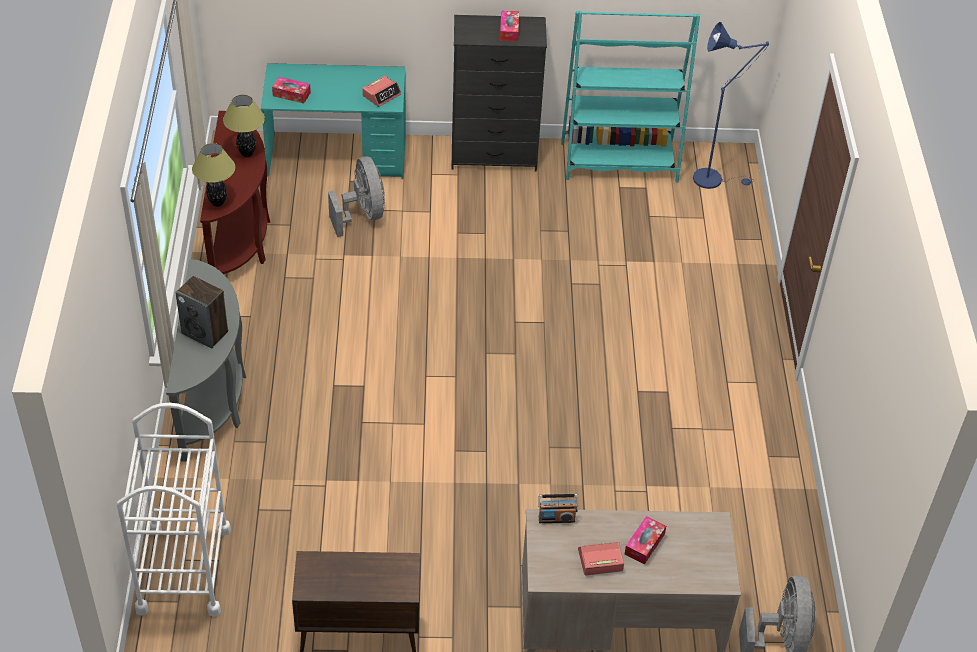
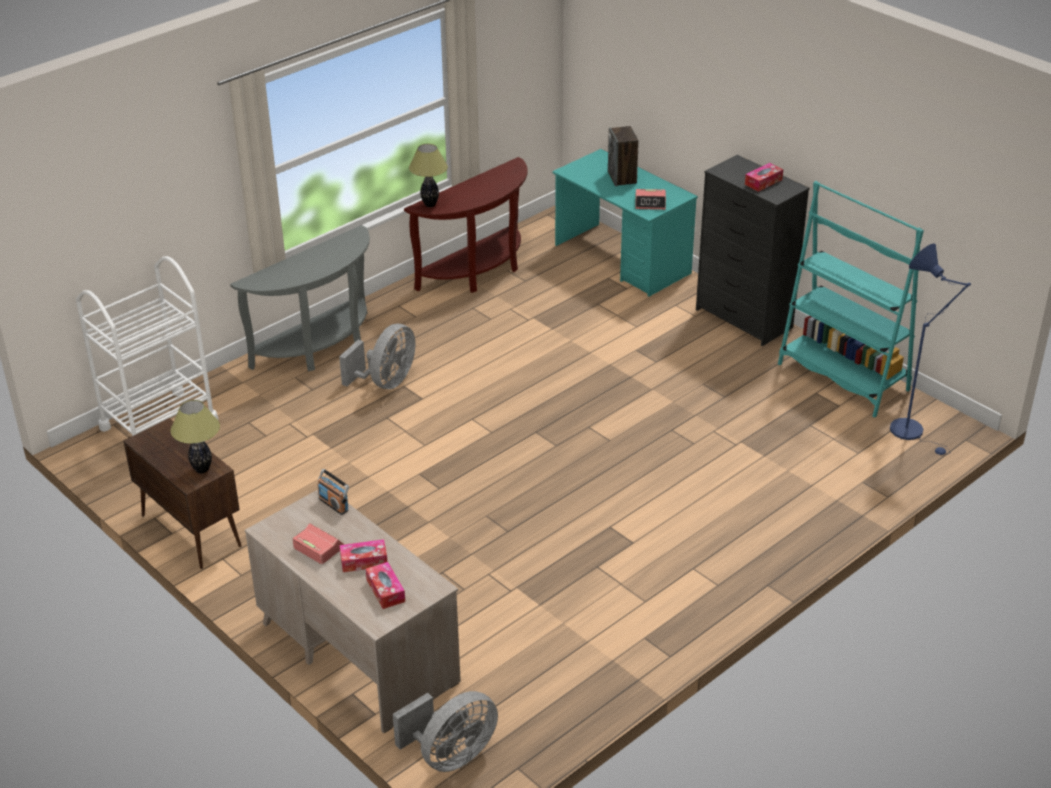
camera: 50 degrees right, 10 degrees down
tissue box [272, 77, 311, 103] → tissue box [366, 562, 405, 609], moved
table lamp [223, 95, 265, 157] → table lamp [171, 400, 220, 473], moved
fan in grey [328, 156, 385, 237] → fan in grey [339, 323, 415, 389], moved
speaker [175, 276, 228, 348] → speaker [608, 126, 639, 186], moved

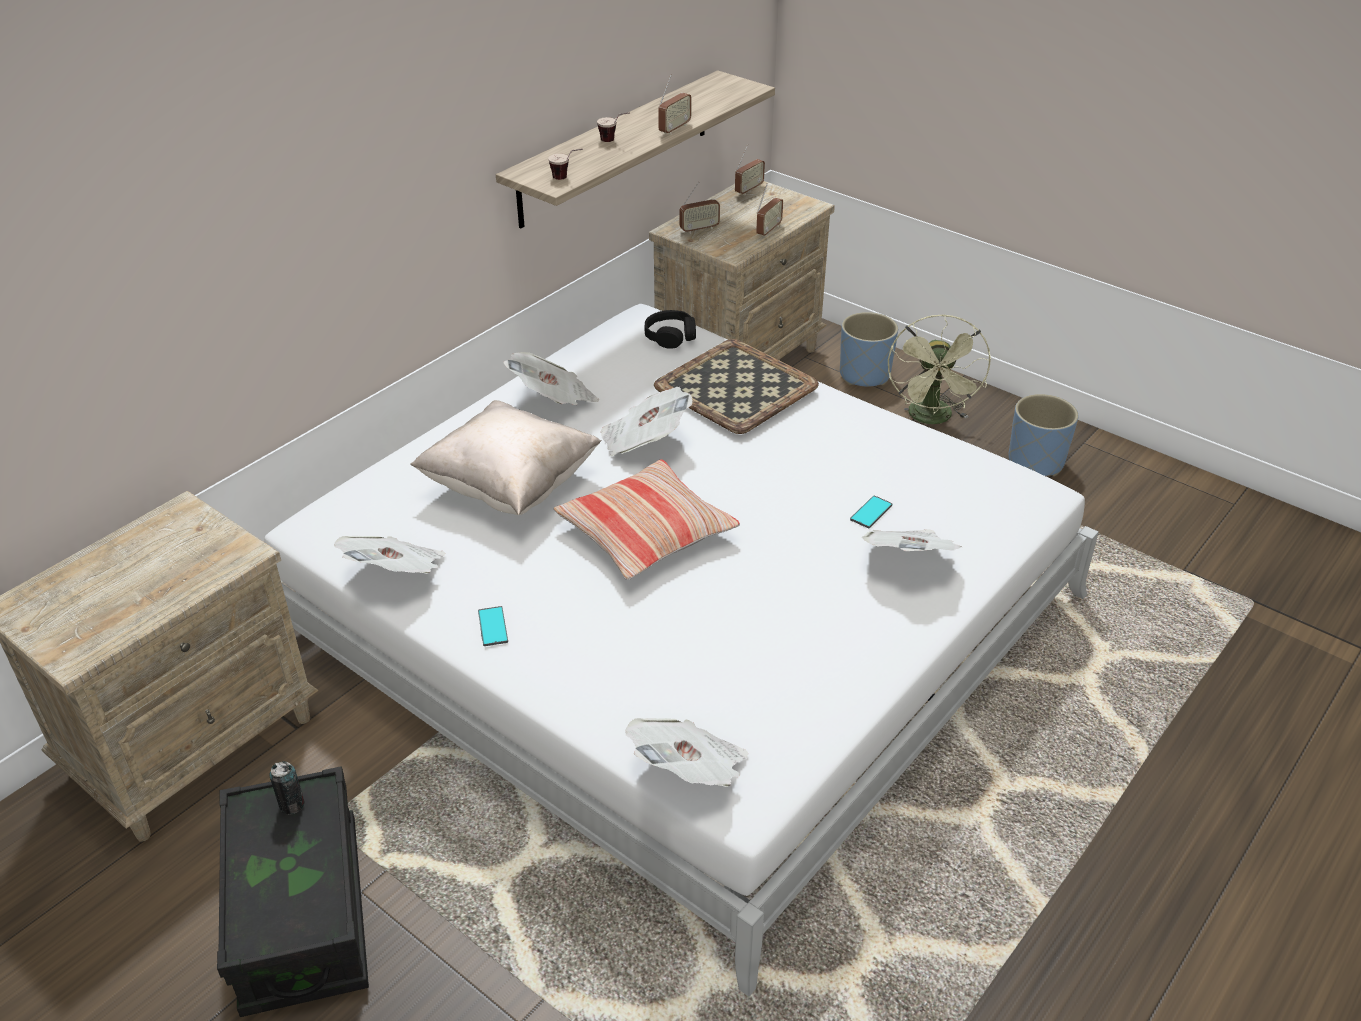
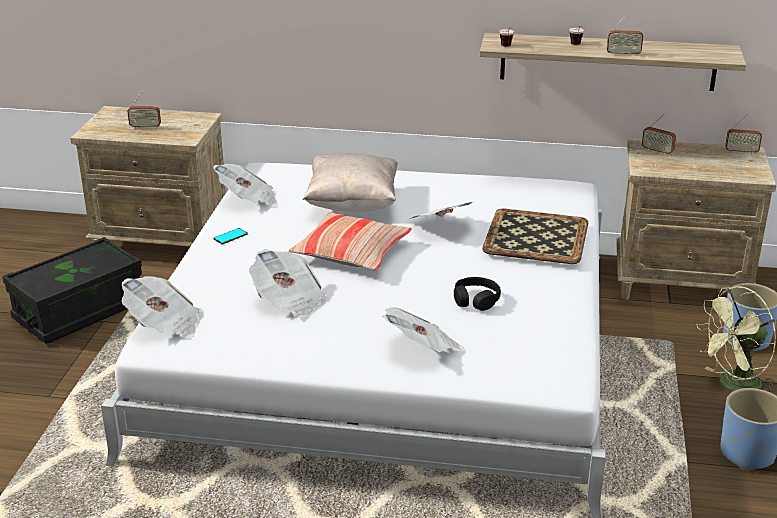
camera: 60 degrees right, 10 degrees down
radio [756, 184, 783, 237] → radio [127, 91, 161, 129], moved
headphones in black [644, 310, 696, 349] → headphones in black [454, 277, 501, 311], moved
newspaper [503, 352, 600, 405] → newspaper [249, 249, 326, 318], moved
phone [850, 495, 892, 528] → -
can [269, 761, 305, 815] → -

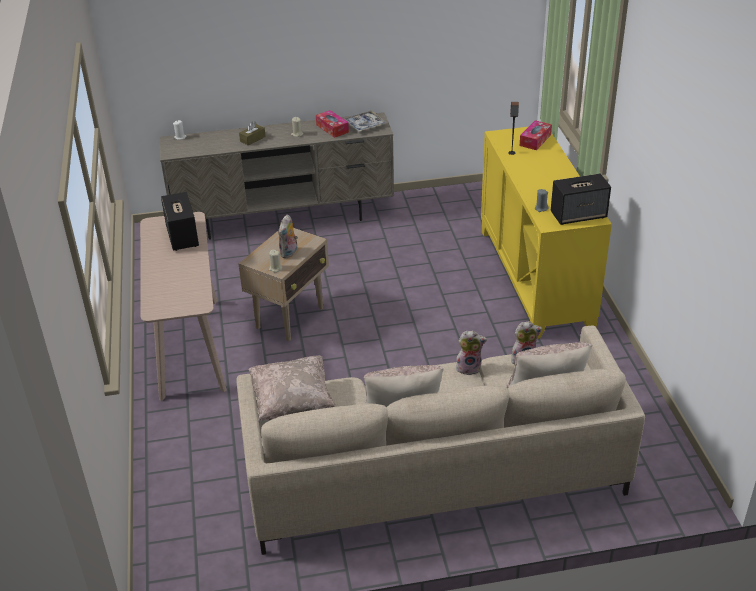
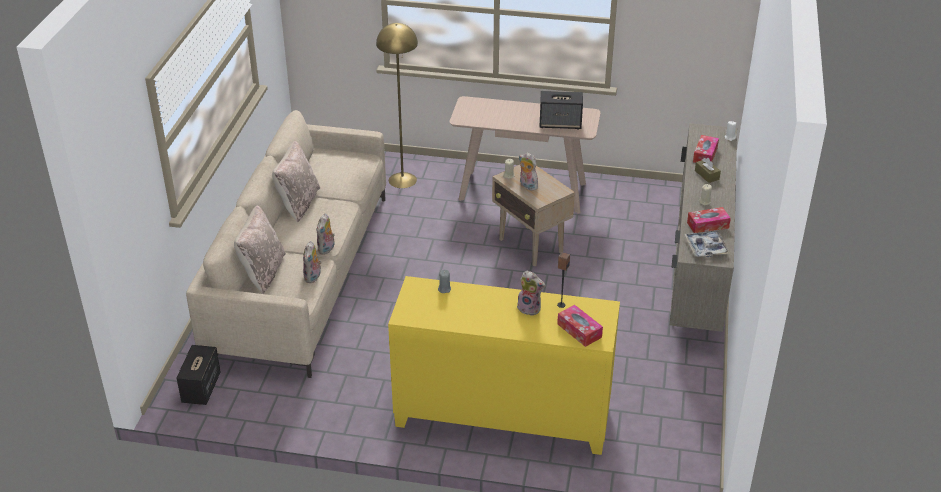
camera: 110 degrees right, 0 degrees up
speaker [550, 174, 611, 225] → speaker [177, 345, 221, 405], moved
pillow in beige [249, 356, 336, 423] → -
- → floor lamp in yellow [376, 23, 418, 188]
- → tissue box [693, 135, 719, 163]
- → plush toy [517, 271, 545, 316]

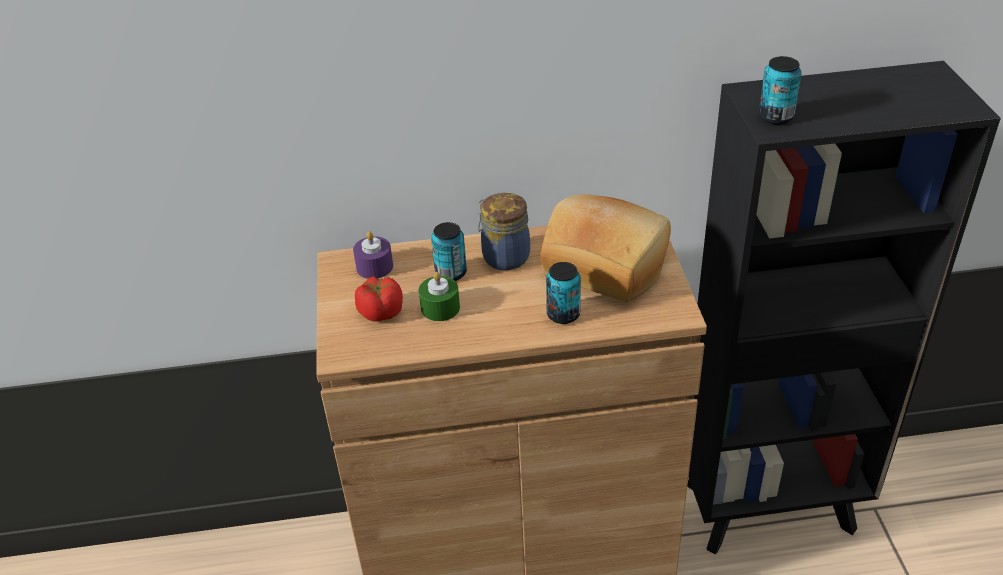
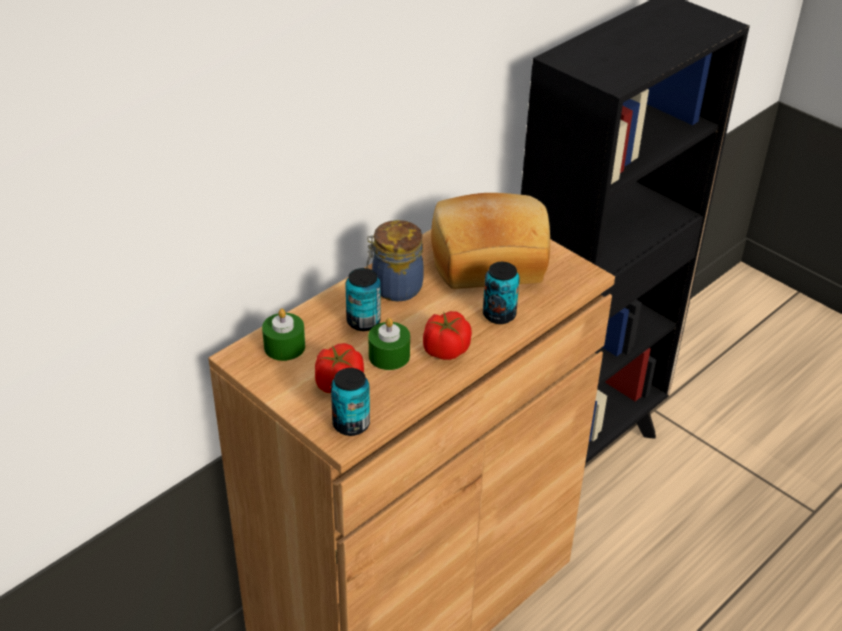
camera: 40 degrees left, 0 degrees up
can [759, 56, 802, 125] → can [331, 368, 370, 436], moved
candle in purple [353, 231, 393, 279] → candle in green [262, 308, 305, 361]
- → tomato [423, 311, 472, 360]

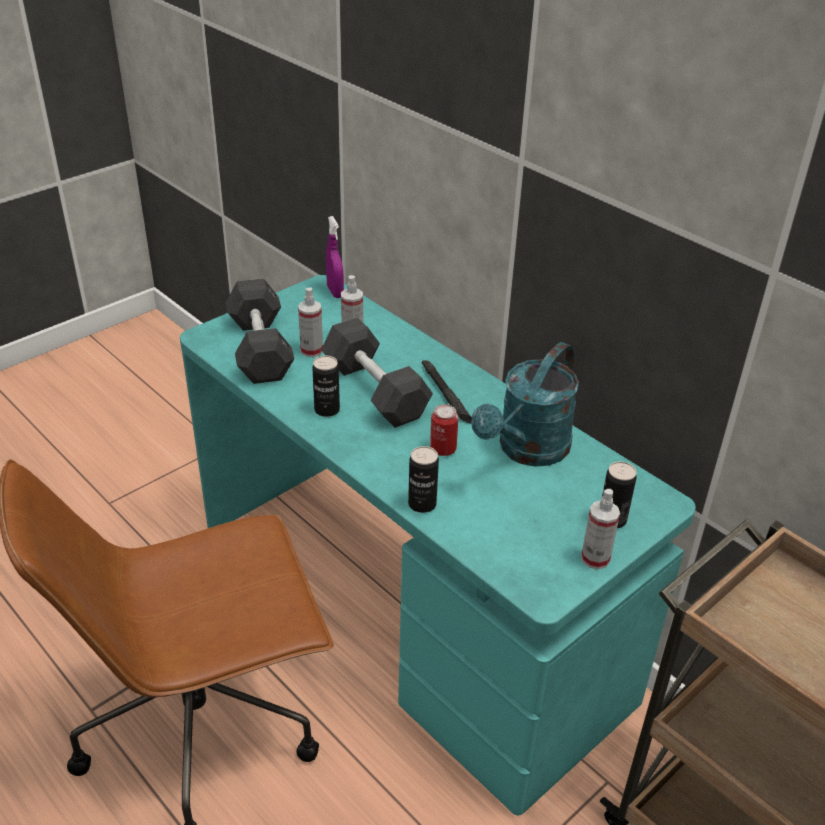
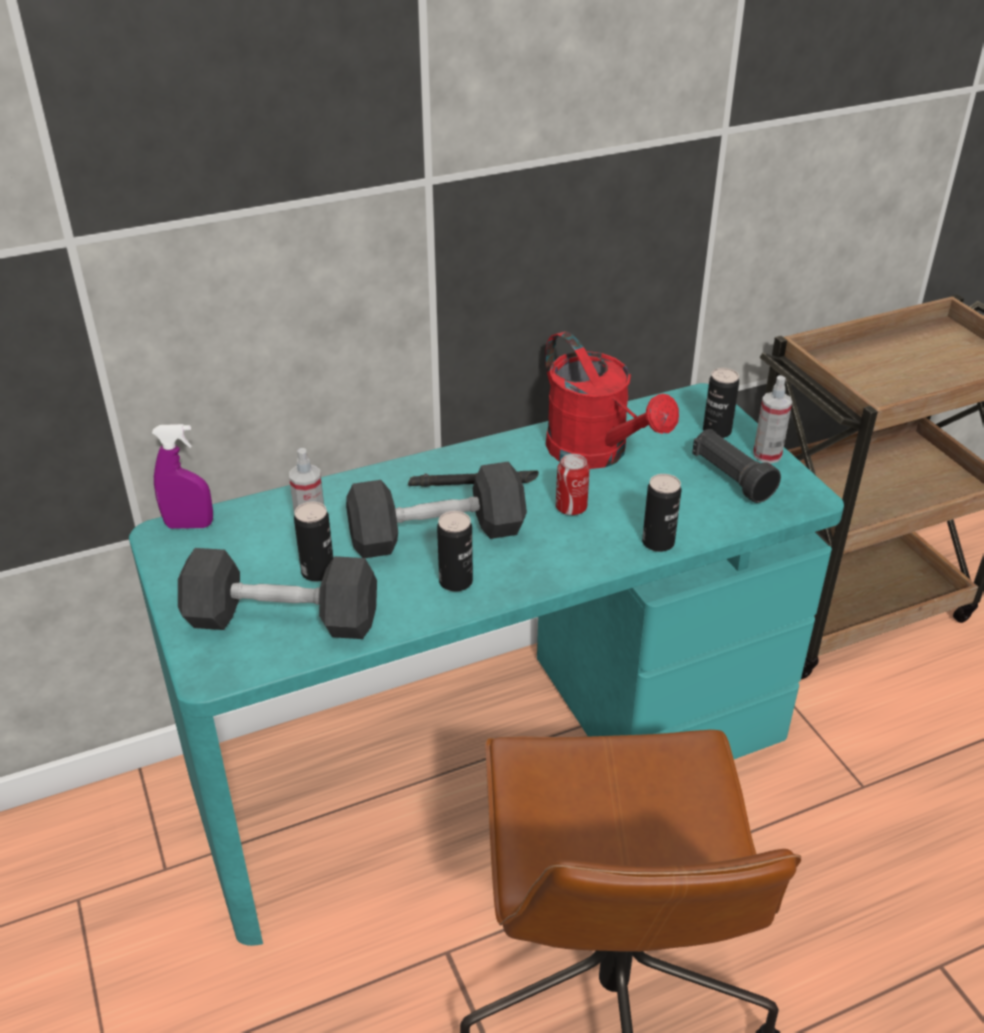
camera: 70 degrees left, 0 degrees up
spray bottle [298, 287, 323, 357] → can [294, 502, 333, 582]
watering can in turquoise [471, 342, 579, 467] → watering can in red [545, 331, 679, 469]
- → flashlight in black [692, 429, 781, 503]

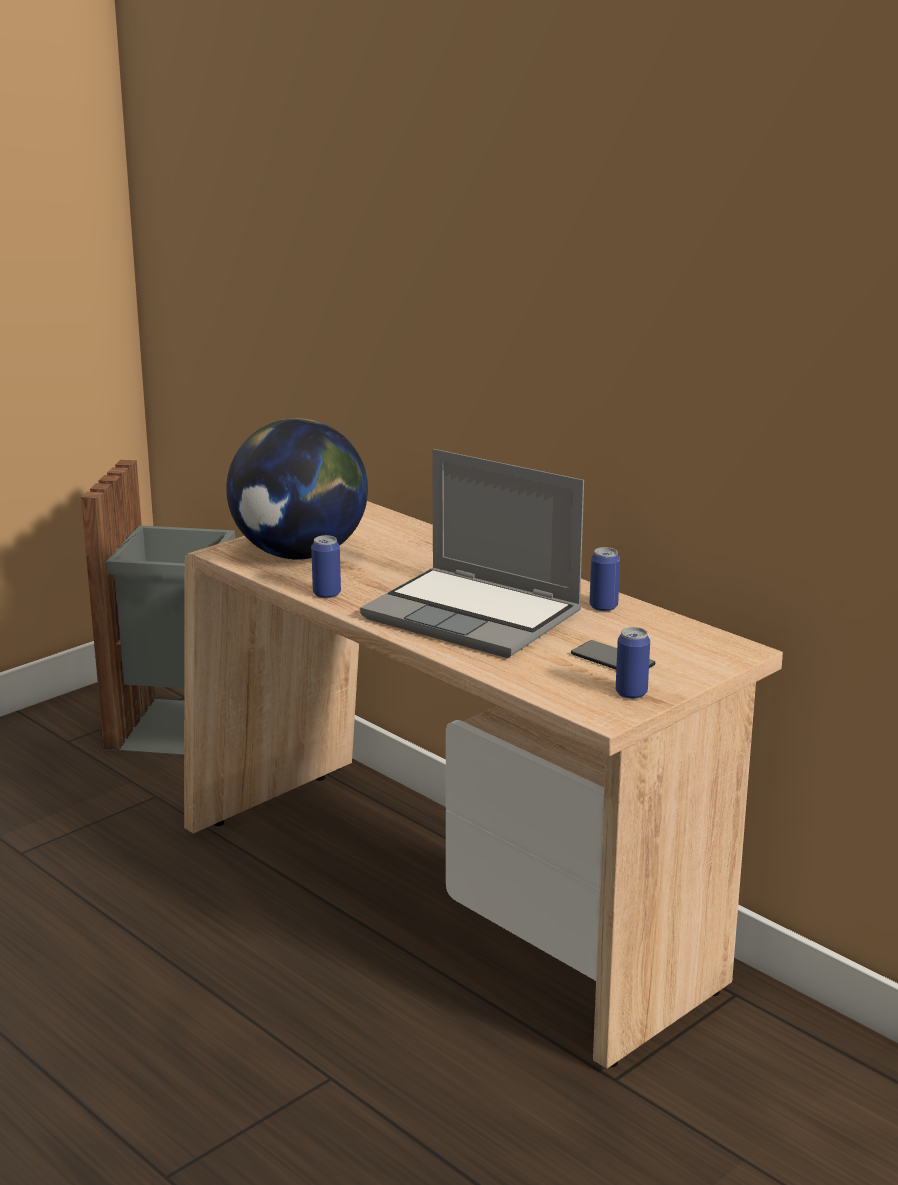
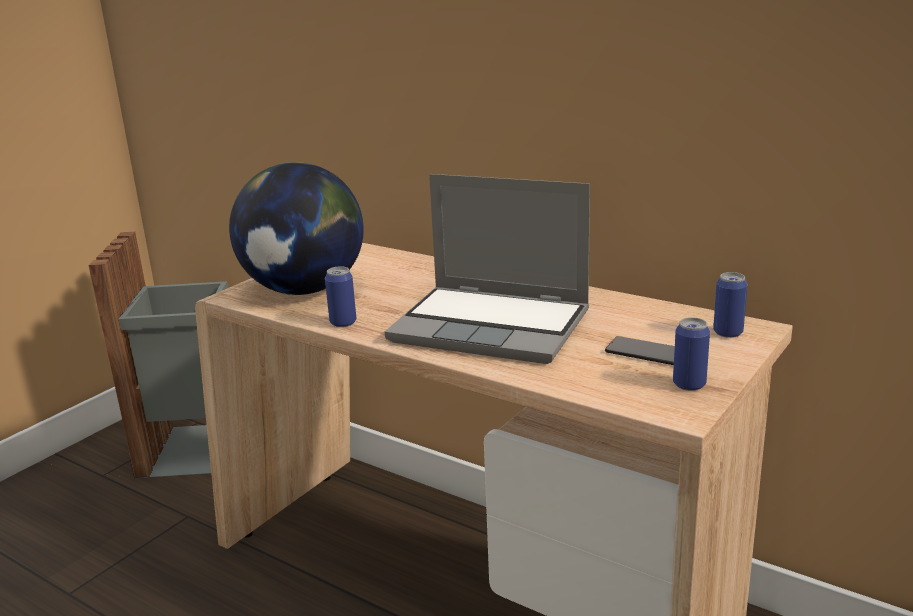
camera: 10 degrees left, 0 degrees up
can [590, 547, 620, 611] → can [713, 272, 747, 338], moved

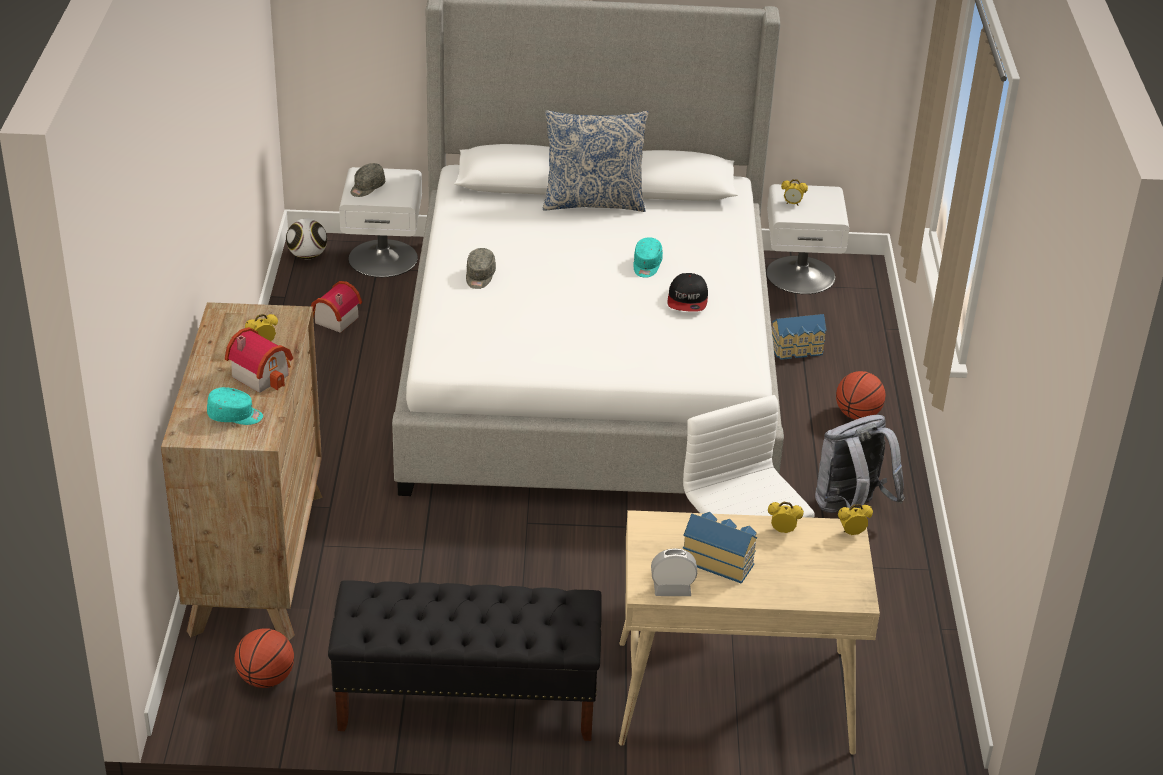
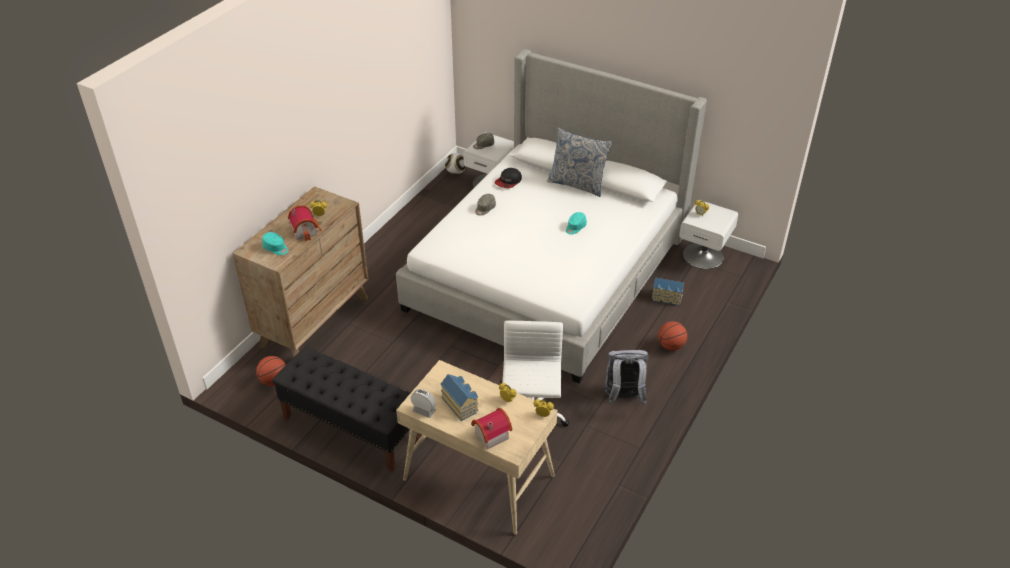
camera: 30 degrees right, 5 degrees up
cap [667, 273, 708, 312] → cap [495, 168, 522, 188], moved
toy house [311, 281, 362, 333] → toy house [471, 408, 512, 449], moved

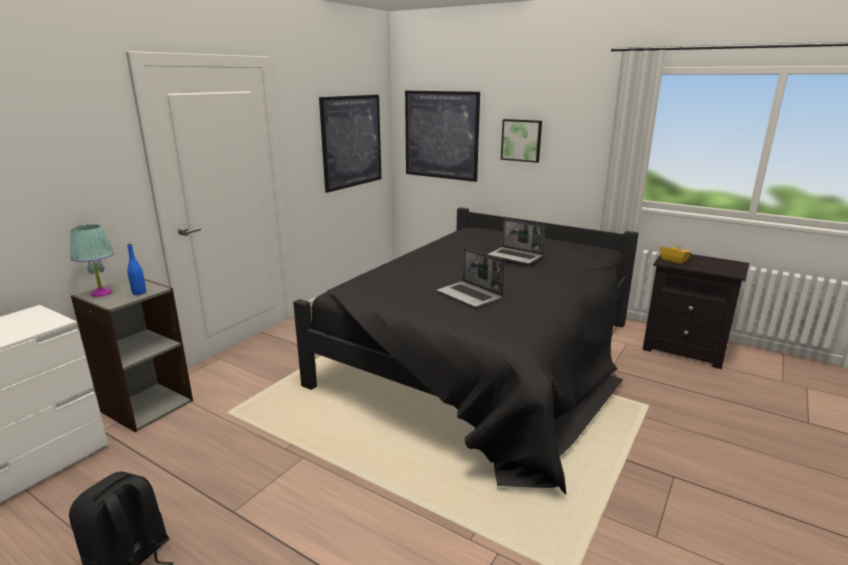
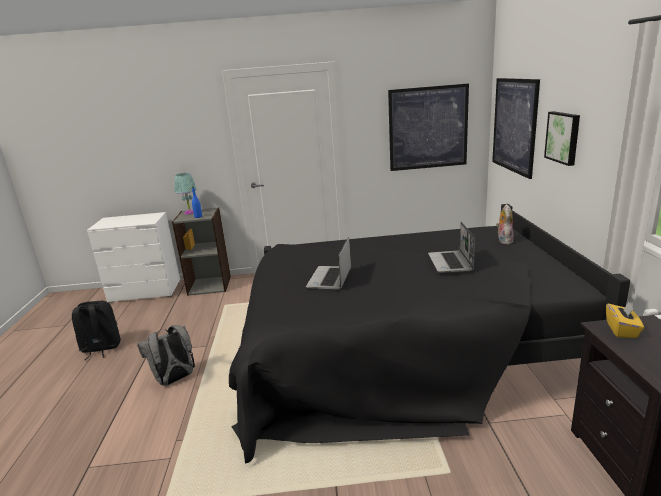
camera: 55 degrees right, 0 degrees up
- → plush toy [496, 204, 514, 244]
- → backpack in grey [137, 325, 195, 386]

